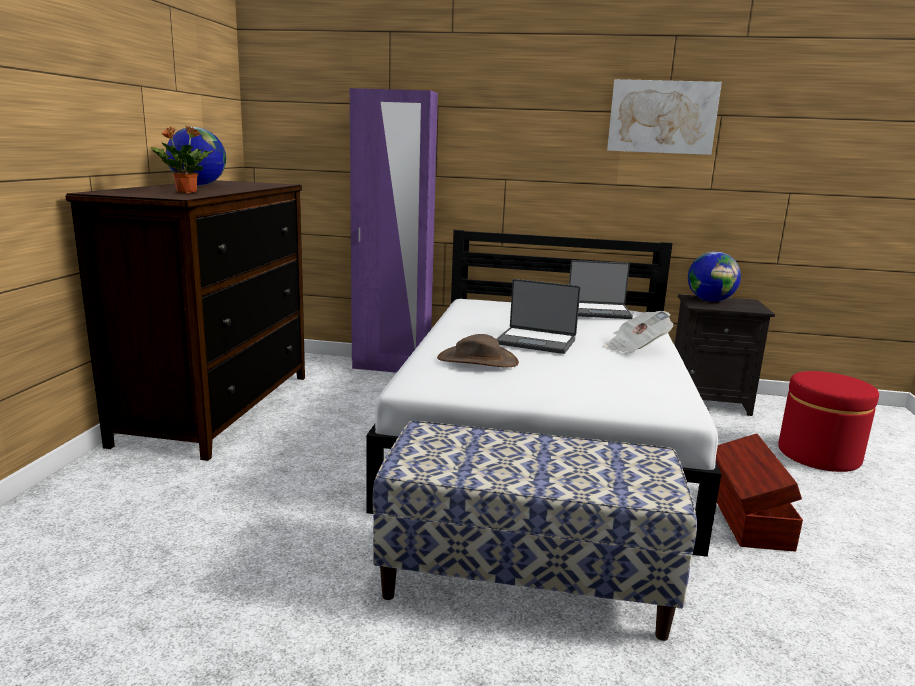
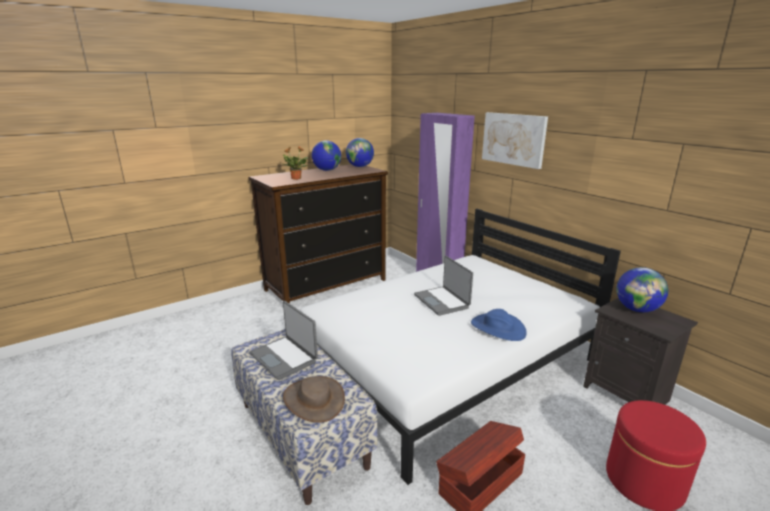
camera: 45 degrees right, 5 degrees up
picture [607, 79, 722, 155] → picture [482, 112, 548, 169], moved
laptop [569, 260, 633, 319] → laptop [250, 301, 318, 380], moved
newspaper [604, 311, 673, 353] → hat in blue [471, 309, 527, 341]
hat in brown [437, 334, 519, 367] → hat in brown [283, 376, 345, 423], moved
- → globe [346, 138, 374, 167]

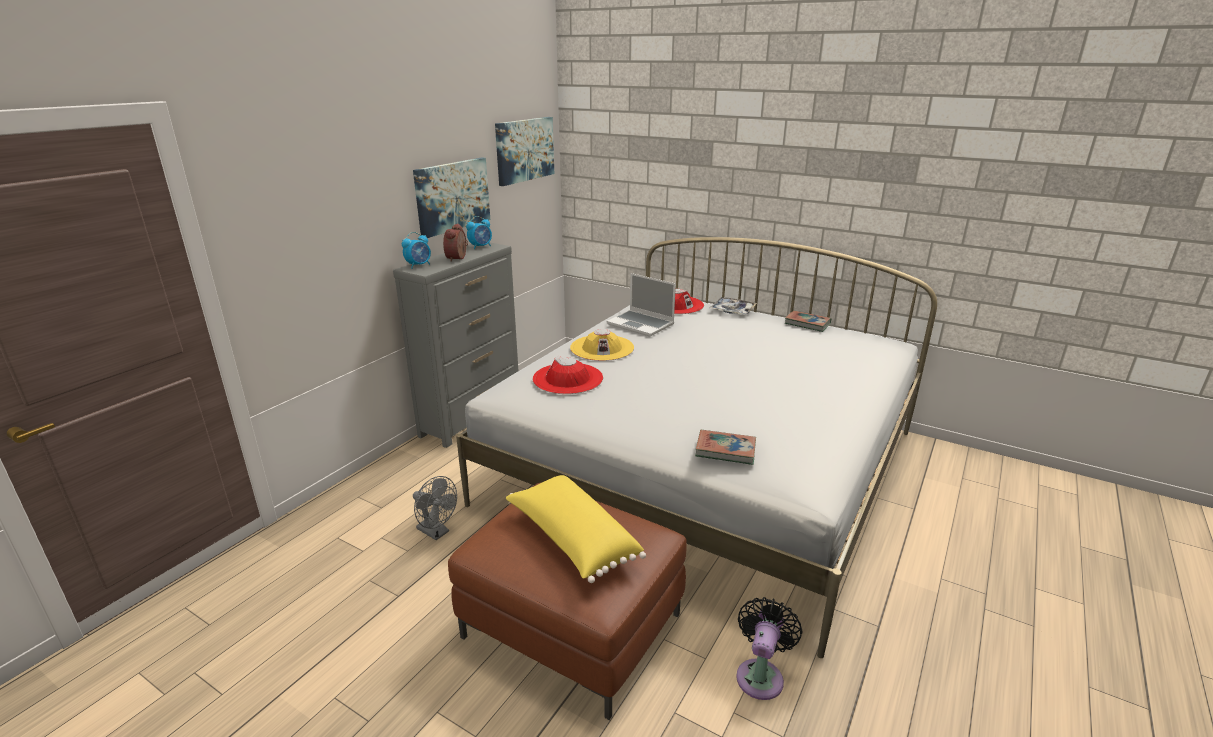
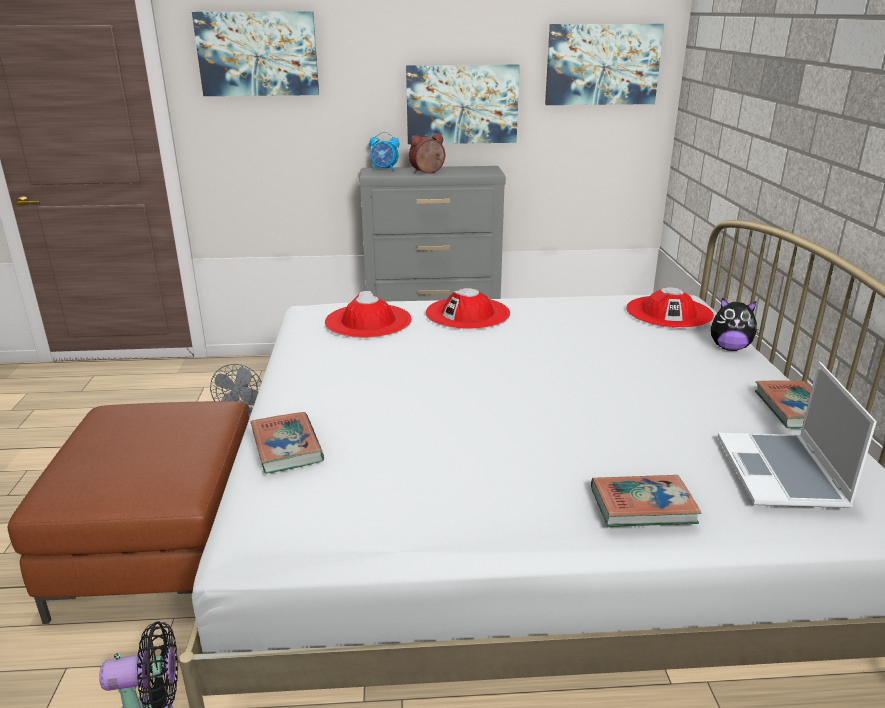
camera: 55 degrees right, 0 degrees up
alarm clock [466, 216, 492, 249] → -
laptop [607, 273, 676, 337] → laptop [718, 361, 877, 508], moved
tray [710, 297, 757, 315] → plush toy [711, 298, 759, 351]
hat in yellow [570, 329, 634, 361] → hat in red [426, 288, 510, 329]
pillow in yellow [506, 475, 646, 583] → -
- → picture [192, 11, 319, 96]
- → book [591, 475, 701, 527]

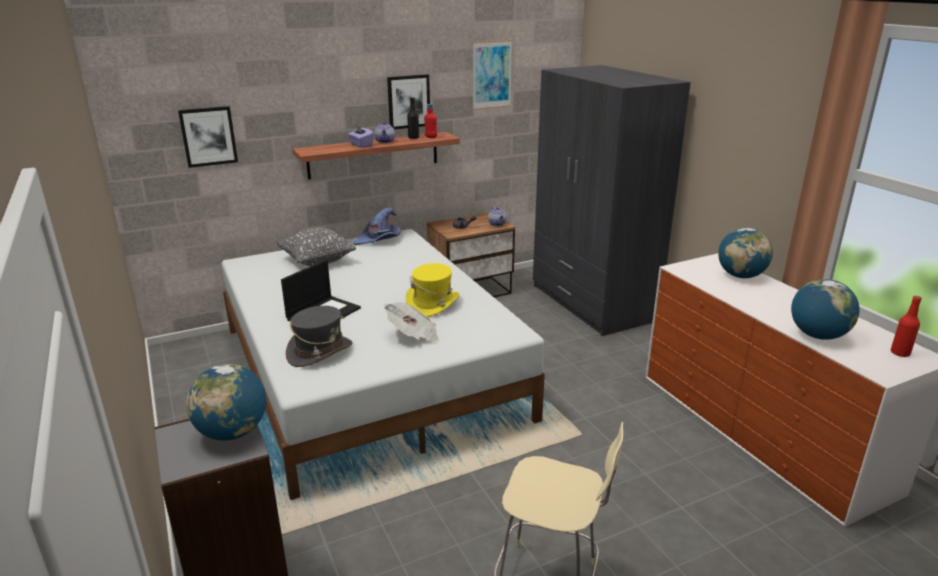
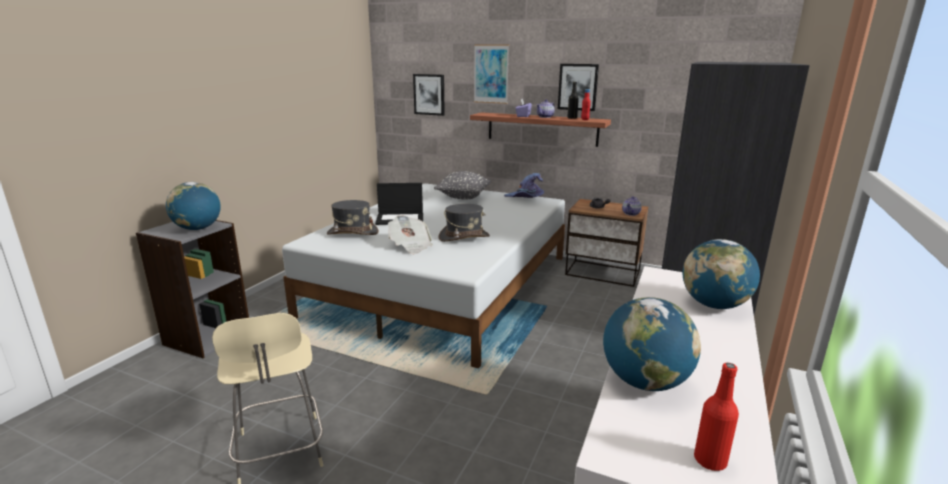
camera: 50 degrees right, 5 degrees down
picture [473, 40, 512, 110] → picture [474, 44, 509, 104], moved
hat in yellow [406, 263, 460, 317] → hat in grey [438, 204, 490, 242]

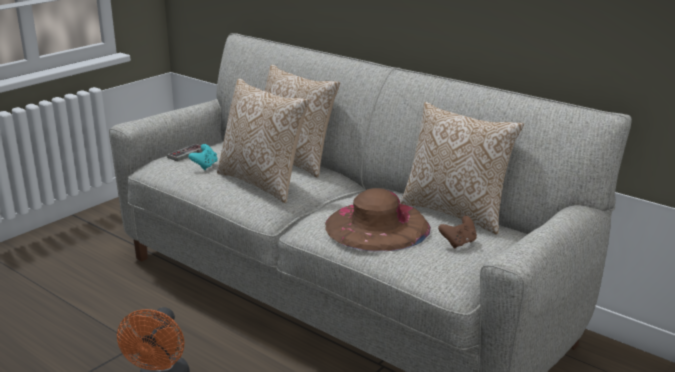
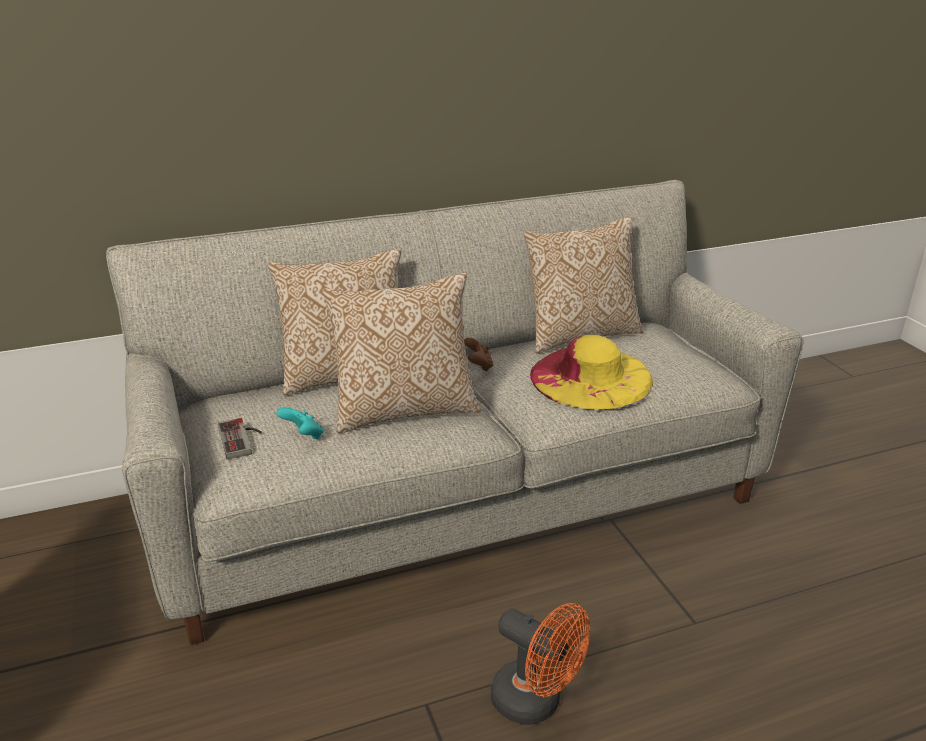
camera: 60 degrees left, 5 degrees up
hat in brown [325, 188, 431, 252] → hat in yellow [530, 335, 653, 410]
game controller in brown [438, 216, 477, 249] → game controller in brown [464, 337, 494, 372], moved

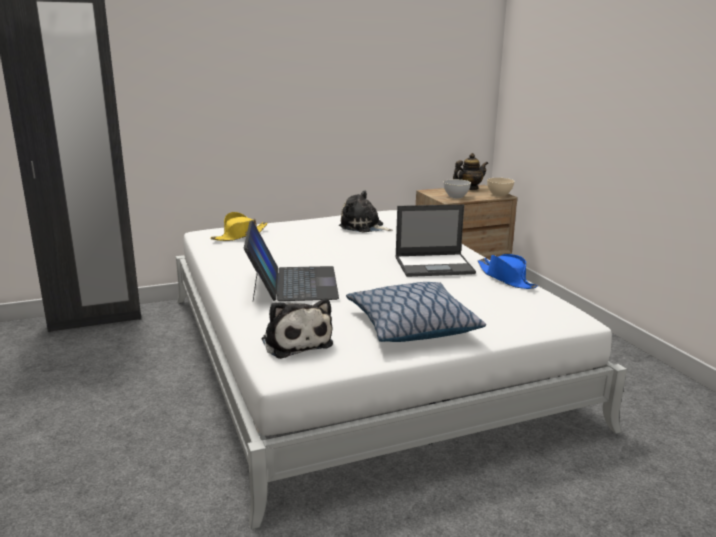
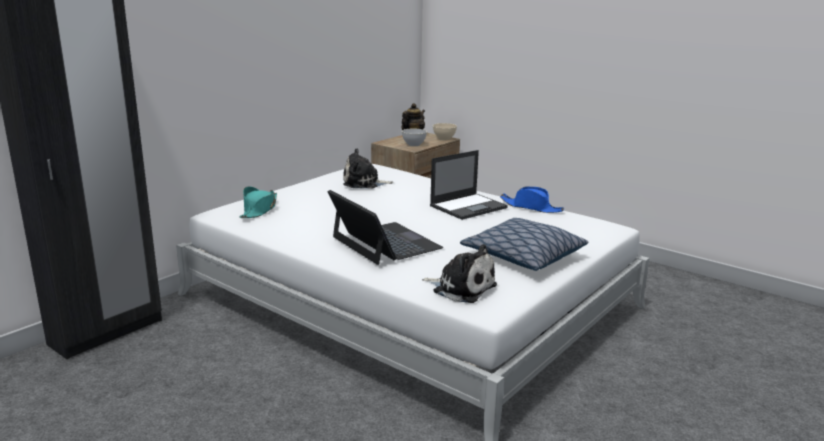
camera: 30 degrees left, 0 degrees up
hat in yellow [211, 212, 268, 241] → hat in turquoise [240, 187, 277, 218]

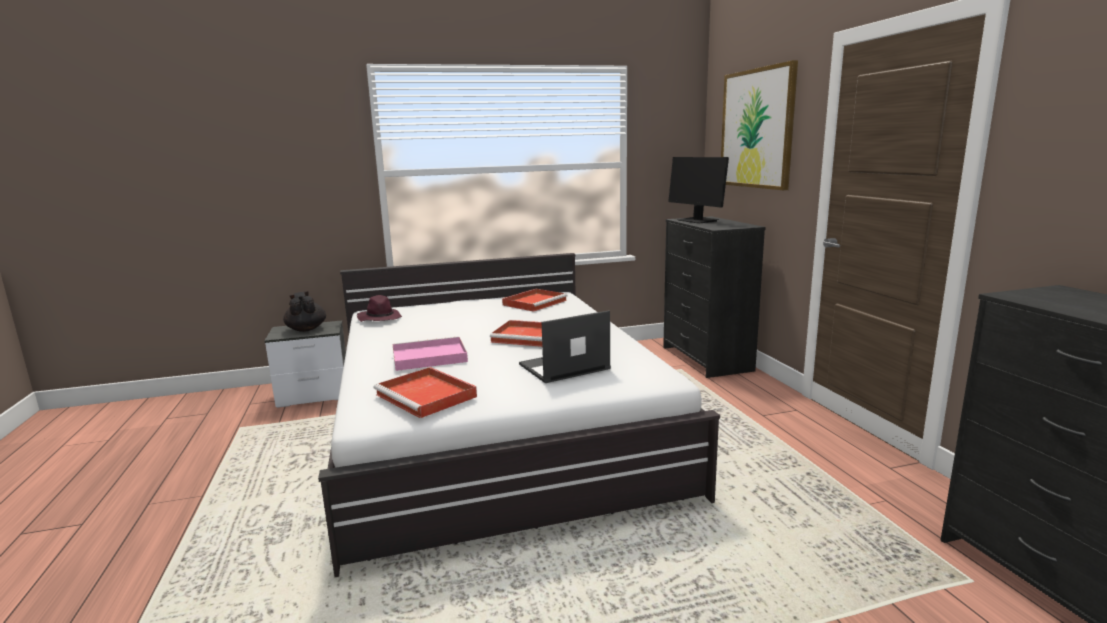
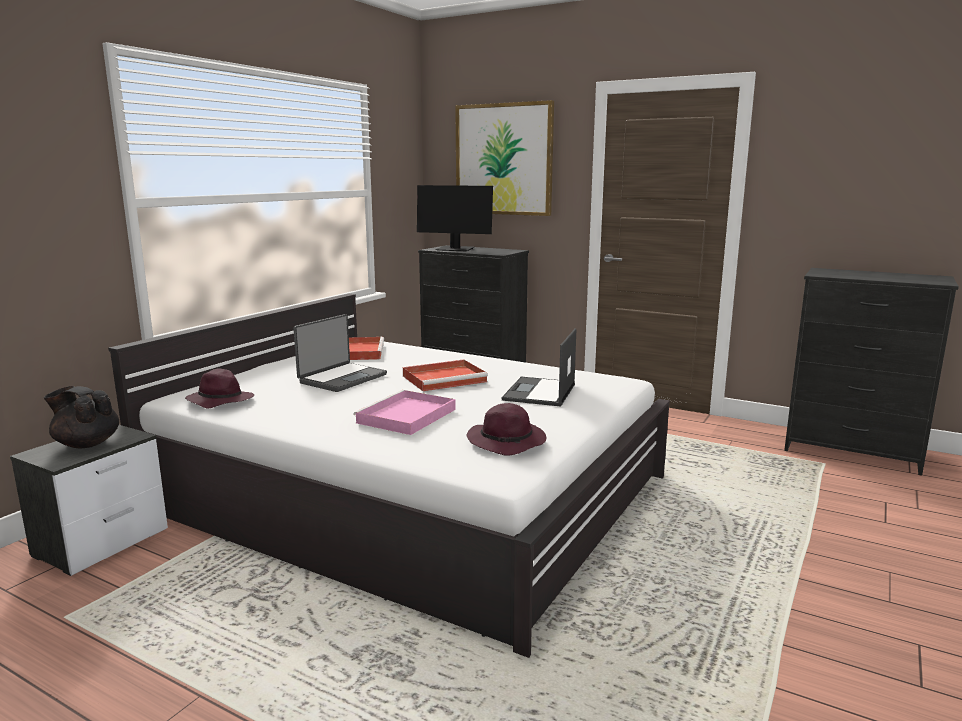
camera: 45 degrees left, 0 degrees up
tray in red [374, 367, 477, 418] → hat in purple [467, 403, 546, 456]
- → laptop [294, 314, 387, 392]

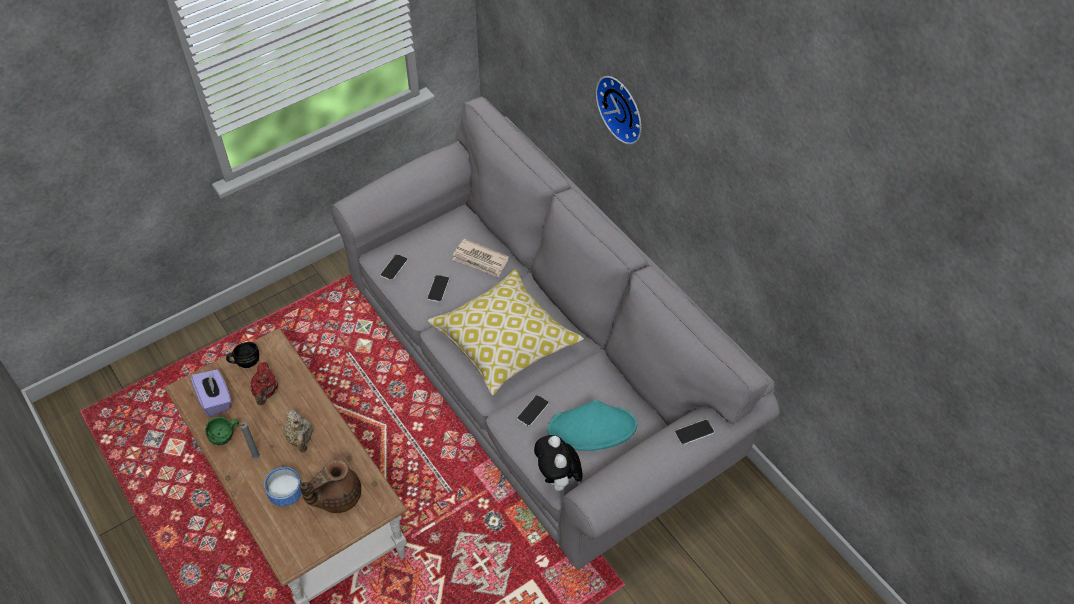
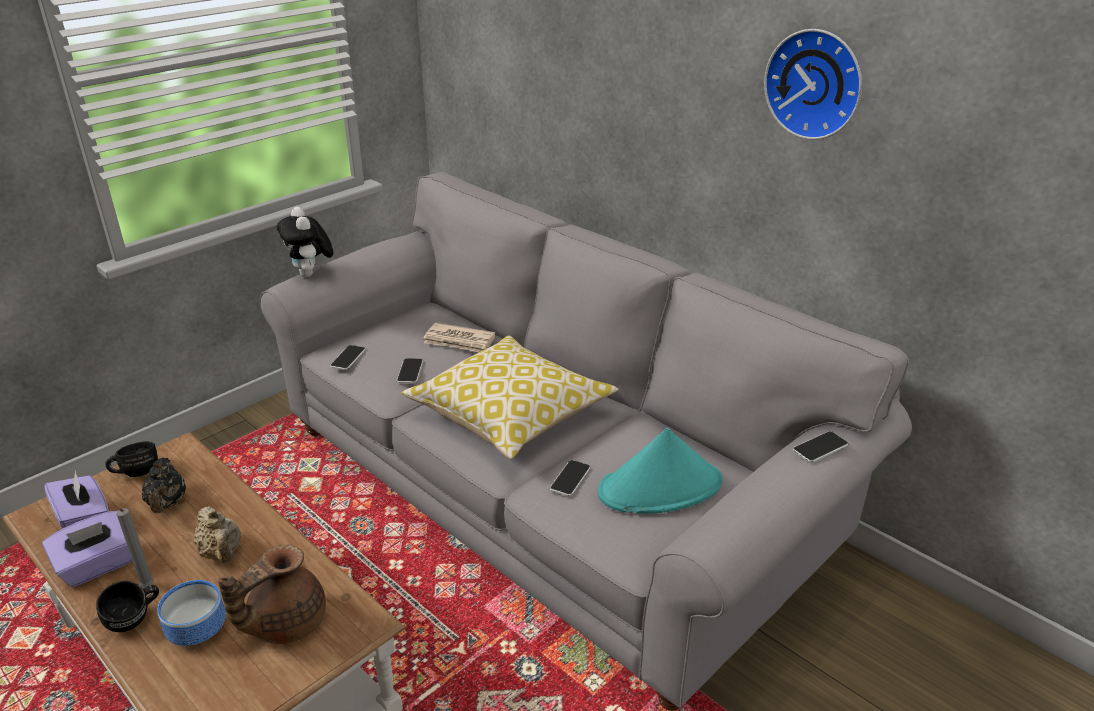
camera: 10 degrees left, 20 degrees down
wall clock [596, 76, 641, 144] → wall clock [764, 29, 862, 140], moved
teapot in red [250, 362, 278, 405] → teapot in black [142, 458, 186, 513]
mug in green [205, 417, 239, 445] → tissue box in purple [42, 511, 132, 587]
plush toy [534, 435, 582, 495] → plush toy [277, 207, 333, 277], moved
- → mug in black [96, 581, 159, 632]

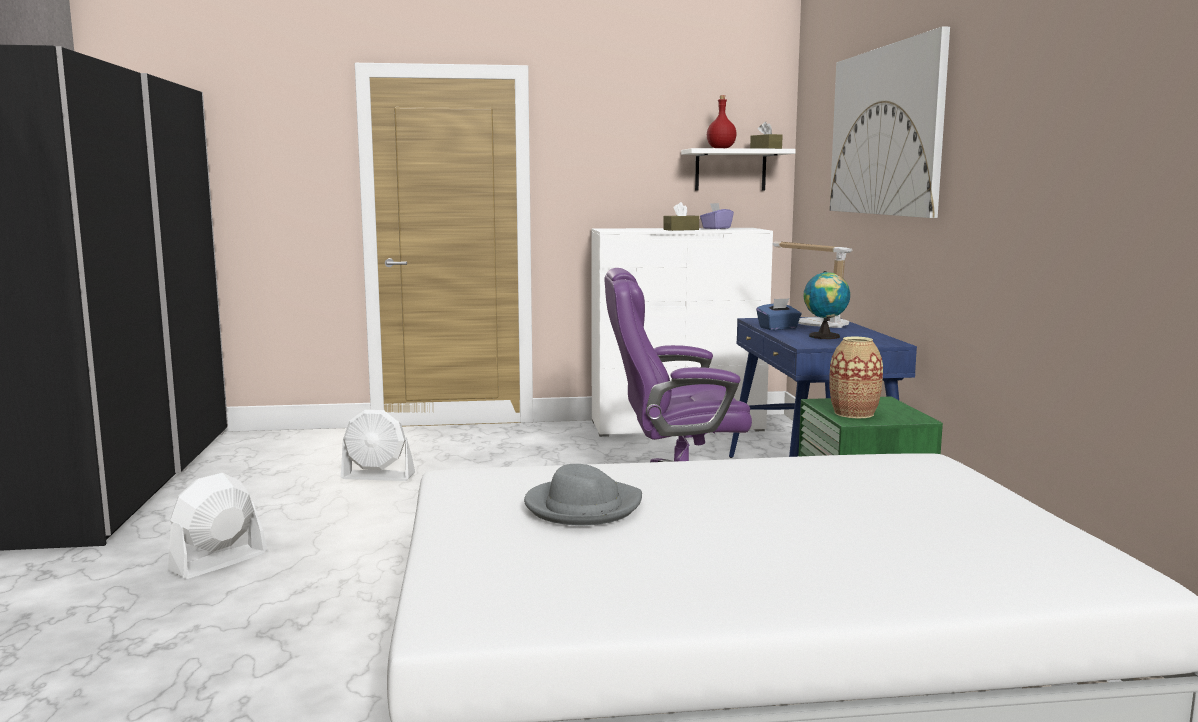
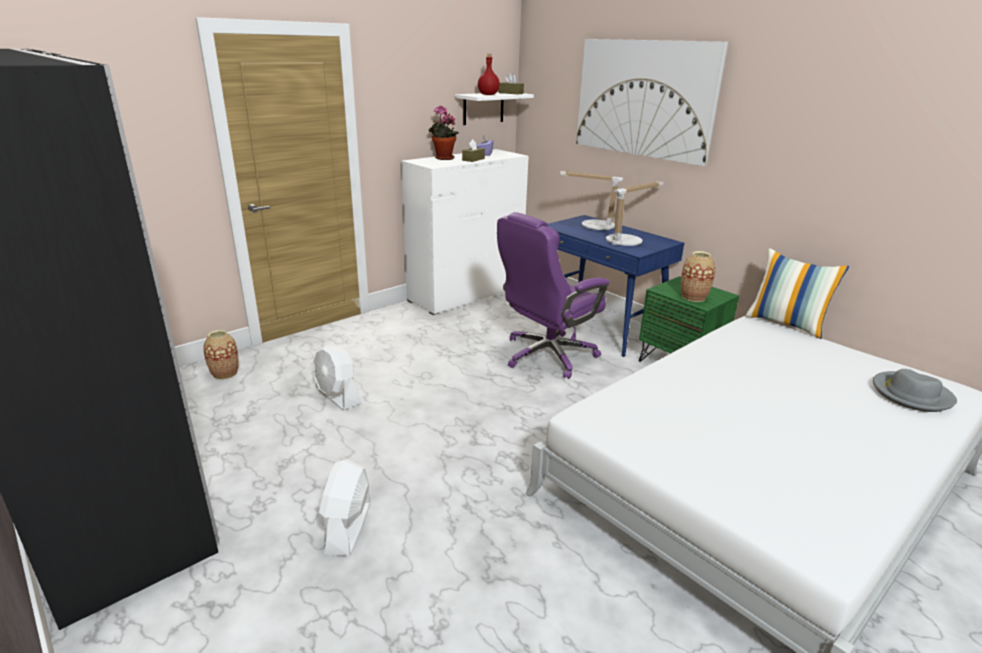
camera: 35 degrees left, 15 degrees up
globe [804, 271, 850, 339] → table lamp [606, 181, 663, 246]
tissue box in blue [756, 298, 802, 330] → -
fan in white [341, 410, 415, 481] → fan in white [313, 346, 360, 411], 75 degrees clockwise
hat in grey [524, 464, 642, 526] → hat in grey [873, 369, 957, 412], moved
- → potted plant [429, 106, 459, 160]
- → pillow [746, 248, 849, 339]
- → vase [203, 330, 239, 380]

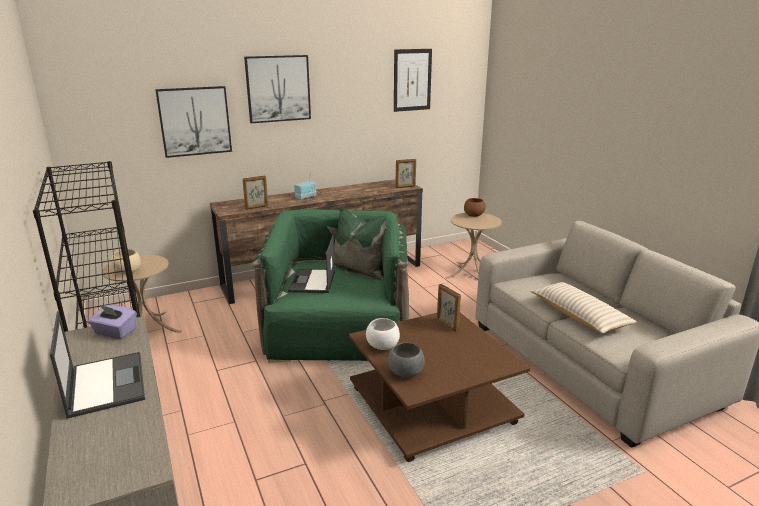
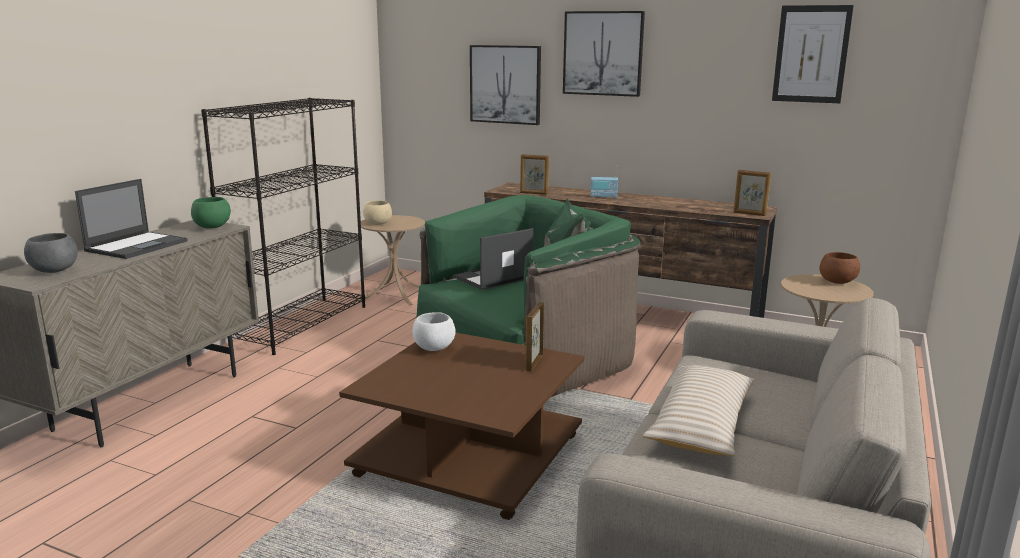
camera: 50 degrees right, 5 degrees down
tissue box in purple [88, 305, 137, 339] → bowl in green [191, 197, 231, 229]
bowl in grey [388, 342, 425, 377] → bowl in grey [24, 233, 78, 273], moved

